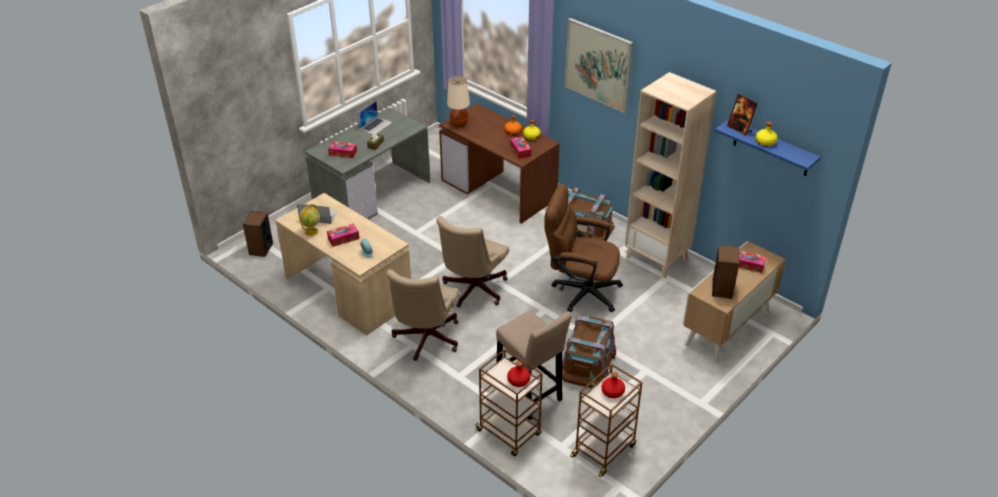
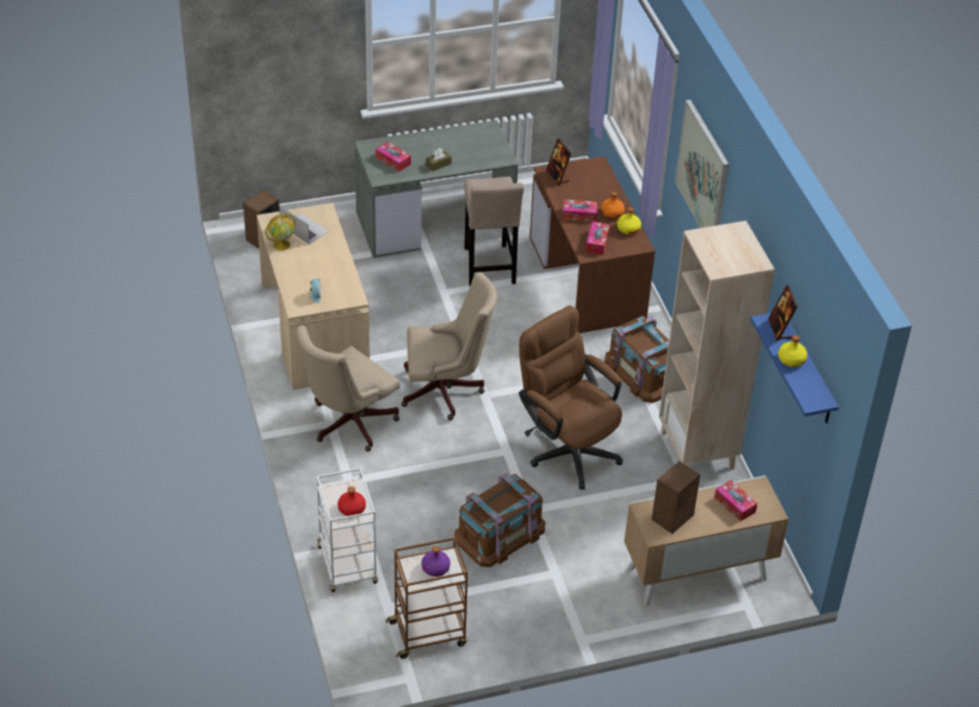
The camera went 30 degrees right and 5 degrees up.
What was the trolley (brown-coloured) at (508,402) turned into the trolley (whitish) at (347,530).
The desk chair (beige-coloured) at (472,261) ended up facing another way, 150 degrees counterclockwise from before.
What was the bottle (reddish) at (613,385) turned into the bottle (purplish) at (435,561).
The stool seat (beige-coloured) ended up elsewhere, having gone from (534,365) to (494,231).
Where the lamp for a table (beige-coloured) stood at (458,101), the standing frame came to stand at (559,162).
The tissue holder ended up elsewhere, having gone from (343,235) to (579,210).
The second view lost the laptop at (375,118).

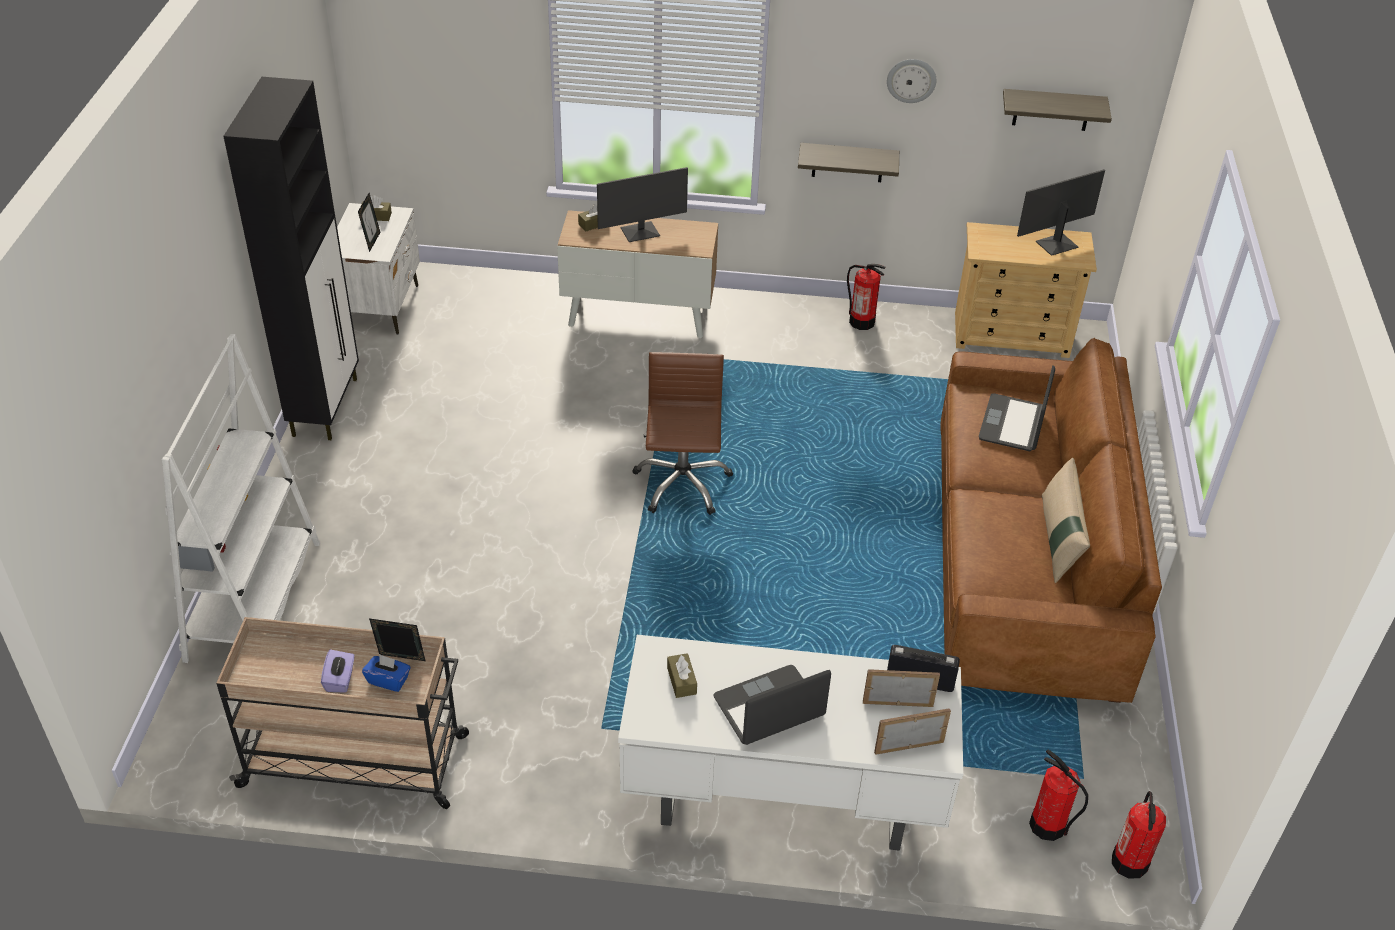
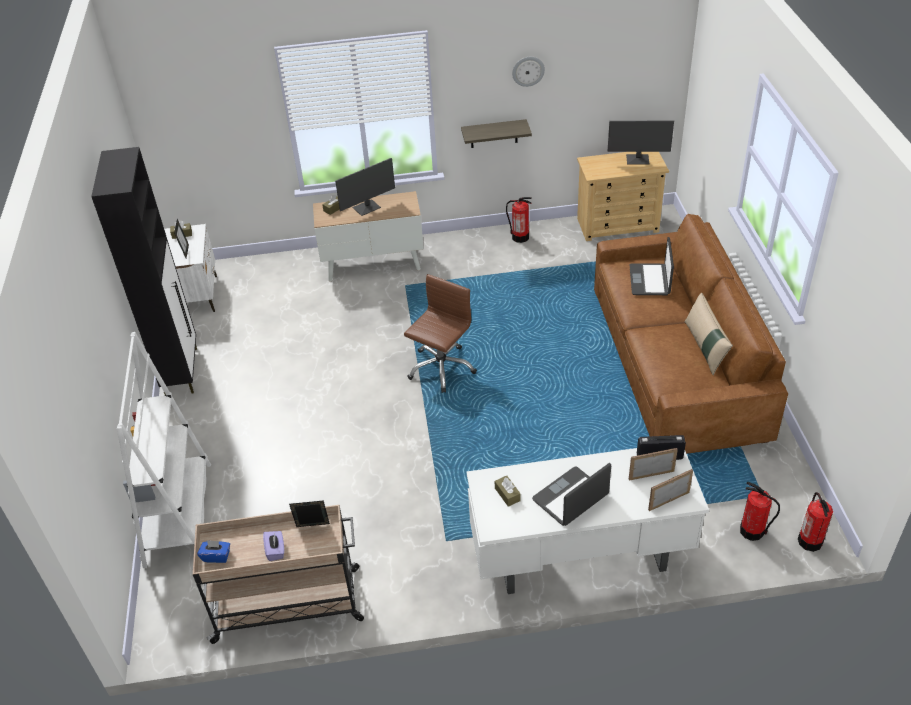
The camera went 10 degrees left and 0 degrees up.
The tissue holder (bluish) ended up elsewhere, having gone from (386,673) to (213,551).
The desk chair (brown-coloured) at (682,433) ended up facing another way, 45 degrees clockwise from before.
The computer display at (1061,212) ended up facing another way, 135 degrees counterclockwise from before.
The second view lost the wall shelf at (1057,110).

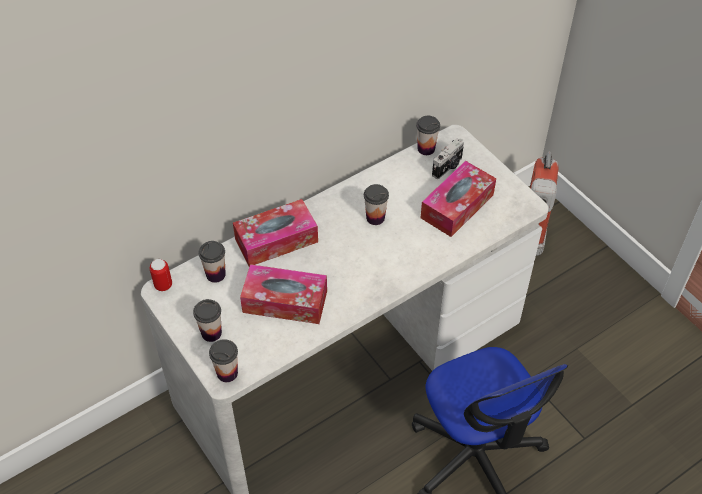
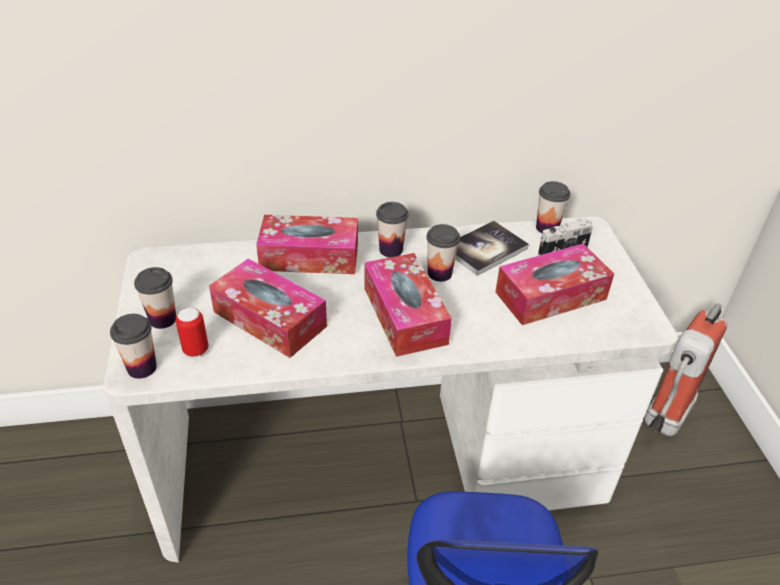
The camera went 25 degrees right and 10 degrees down.
The sealed can ended up elsewhere, having gone from (161,275) to (192,332).
The second view gained the tissue holder at (408,305).
The drinking cup ended up elsewhere, having gone from (212,262) to (392,229).
The second view gained the volume at (492,248).

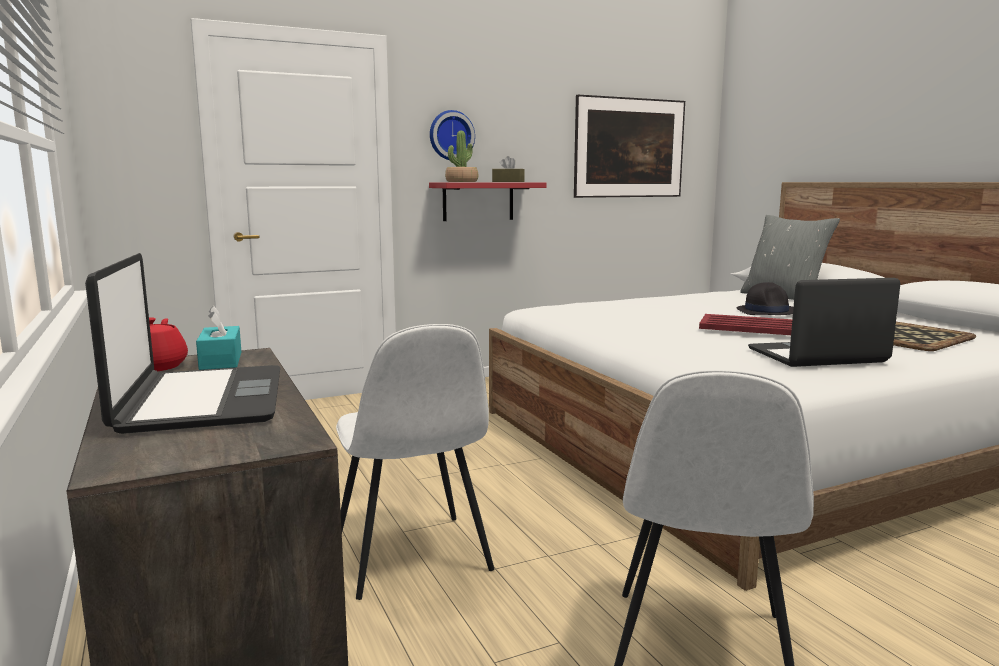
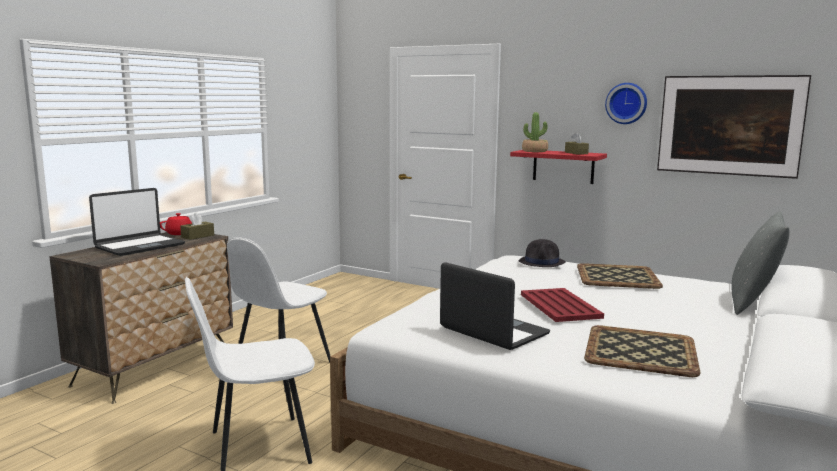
The camera went 55 degrees right and 0 degrees up.
What was the tissue holder (turquoise-coloured) at (218,338) turned into the tissue holder (brown-coloured) at (197,226).
The clothing hat (blackish) ended up elsewhere, having gone from (764,298) to (542,253).
The second view gained the tray at (620,276).
The clock on the wall ended up elsewhere, having gone from (452,135) to (626,103).

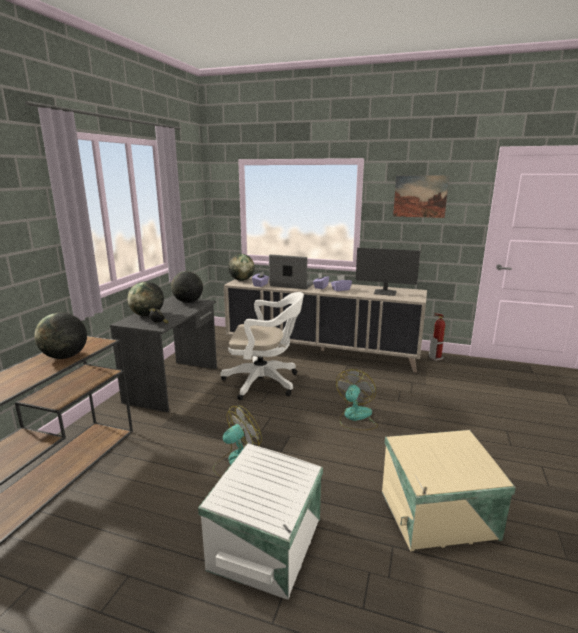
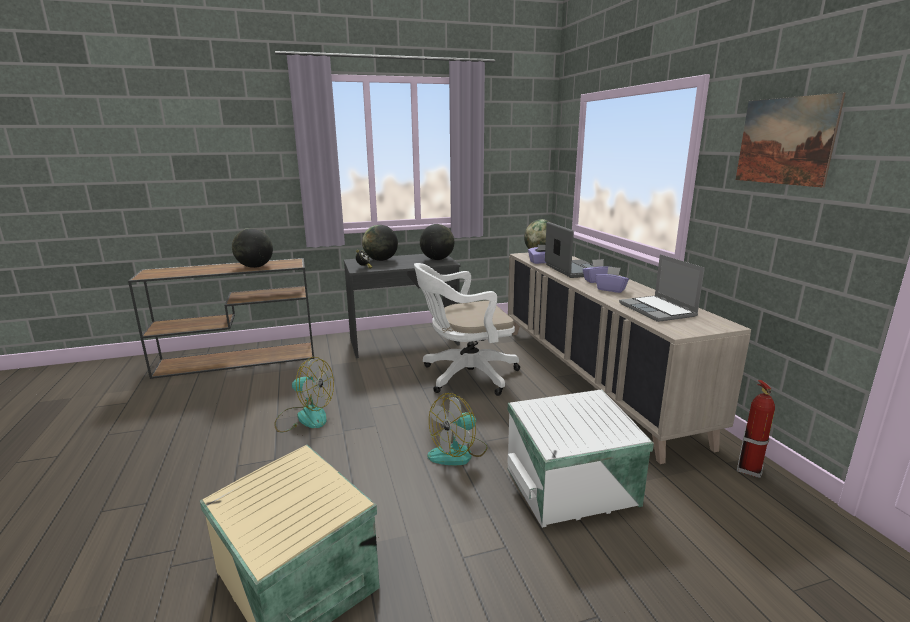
The camera went 55 degrees right and 0 degrees up.
The desk chair (whitish) at (262,346) ended up facing another way, 105 degrees clockwise from before.
The electric fan at (357,399) ended up facing another way, 150 degrees clockwise from before.
The storage container (whitish) ended up elsewhere, having gone from (260,521) to (580,458).
Where the computer display stood at (388,272), the laptop came to stand at (662,288).

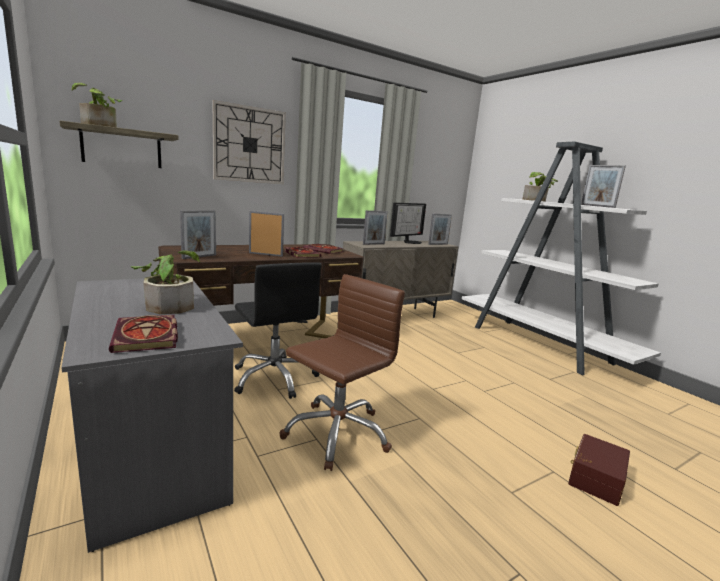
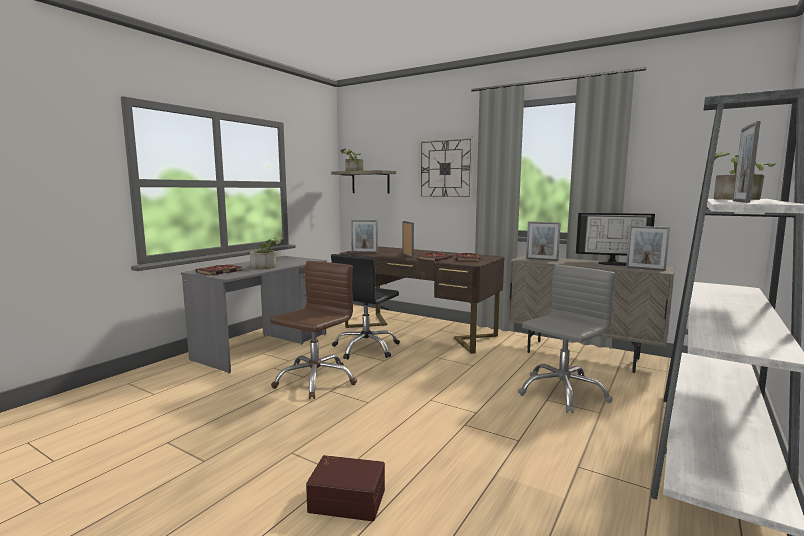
The camera went 65 degrees right and 5 degrees down.
The desk chair (brown-coloured) at (342,372) ended up facing another way, 75 degrees counterclockwise from before.
The second view gained the desk chair (greyish) at (566,339).

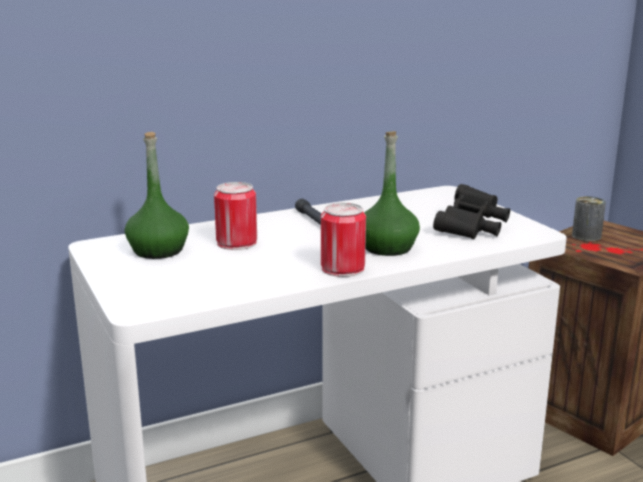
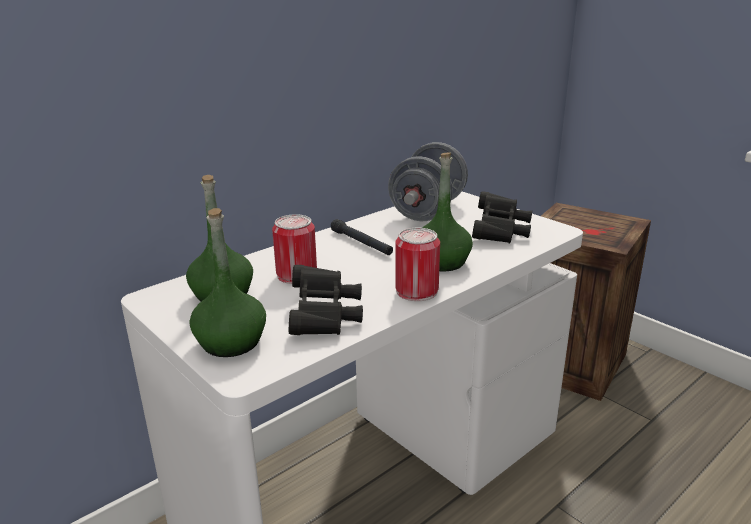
The camera went 15 degrees left and 5 degrees up.
The second view gained the bottle (greenish) at (227,282).
The second view gained the binoculars (blackish) at (325,300).
The second view gained the hand weight (greyish) at (428,181).
The second view lost the sealed can at (589,218).

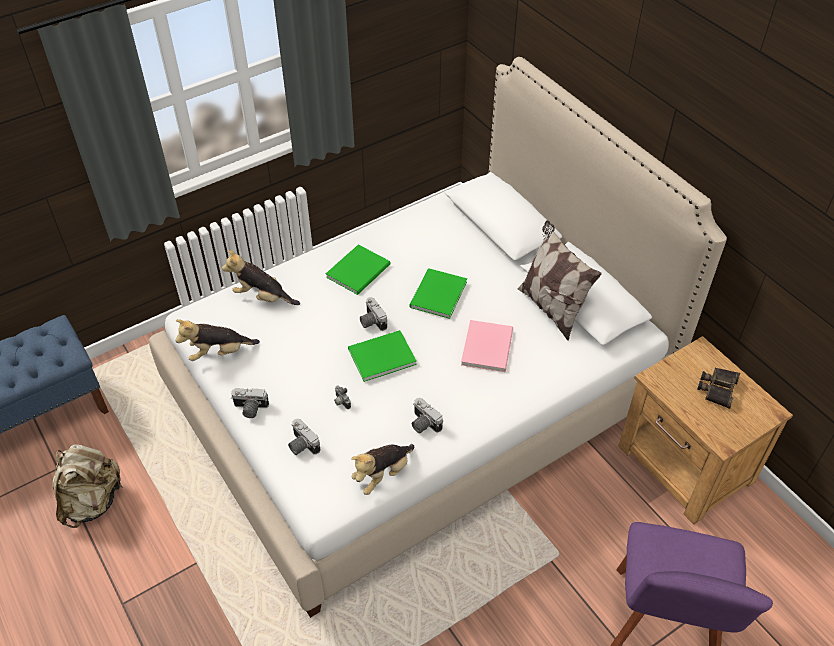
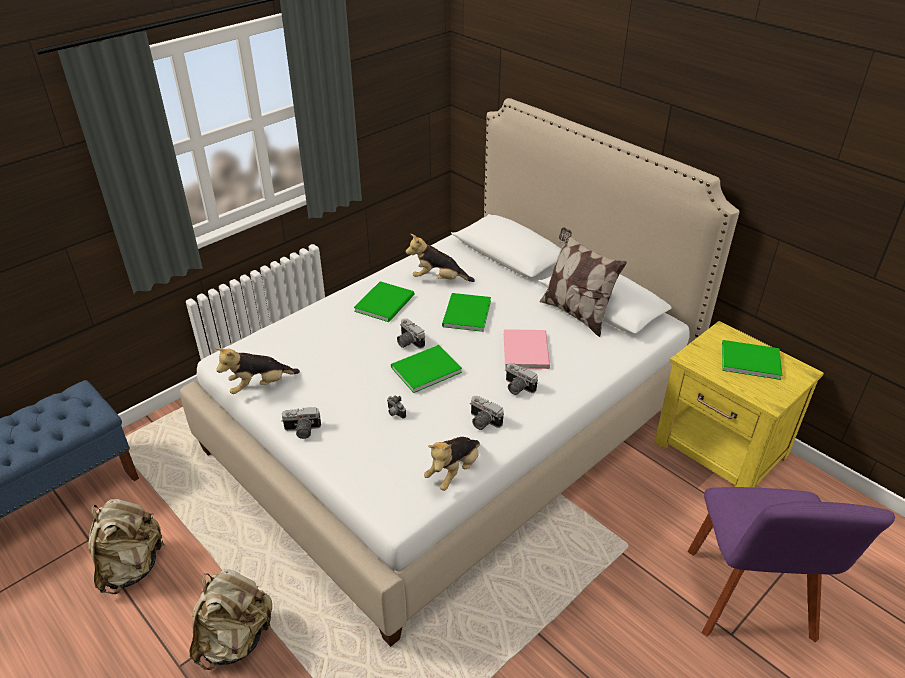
The camera went 10 degrees left and 10 degrees down.
The second view gained the rucksack (beige-coloured) at (231,619).
The cuddly toy ended up elsewhere, having gone from (261,277) to (440,258).
The photo camera ended up elsewhere, having gone from (304,437) to (521,379).
What was the night table (brown-coloured) at (705,430) turned into the night table (yellow-coloured) at (739,404).
Where the binoculars stood at (718,388), the volume (greenish) came to stand at (752,360).

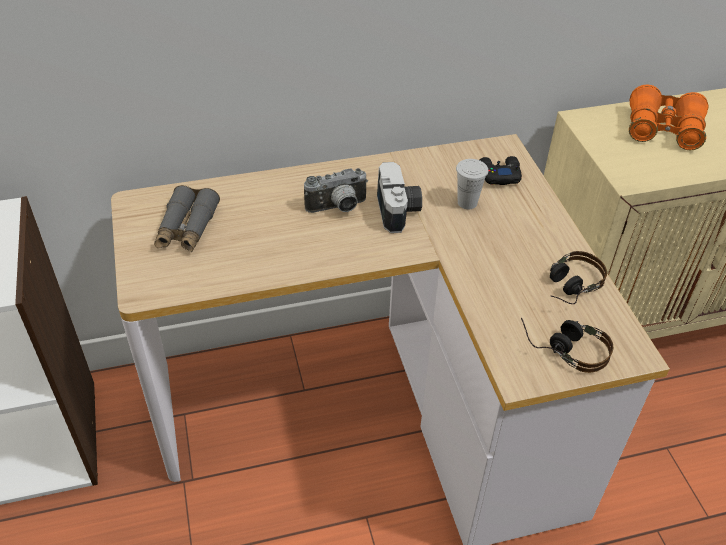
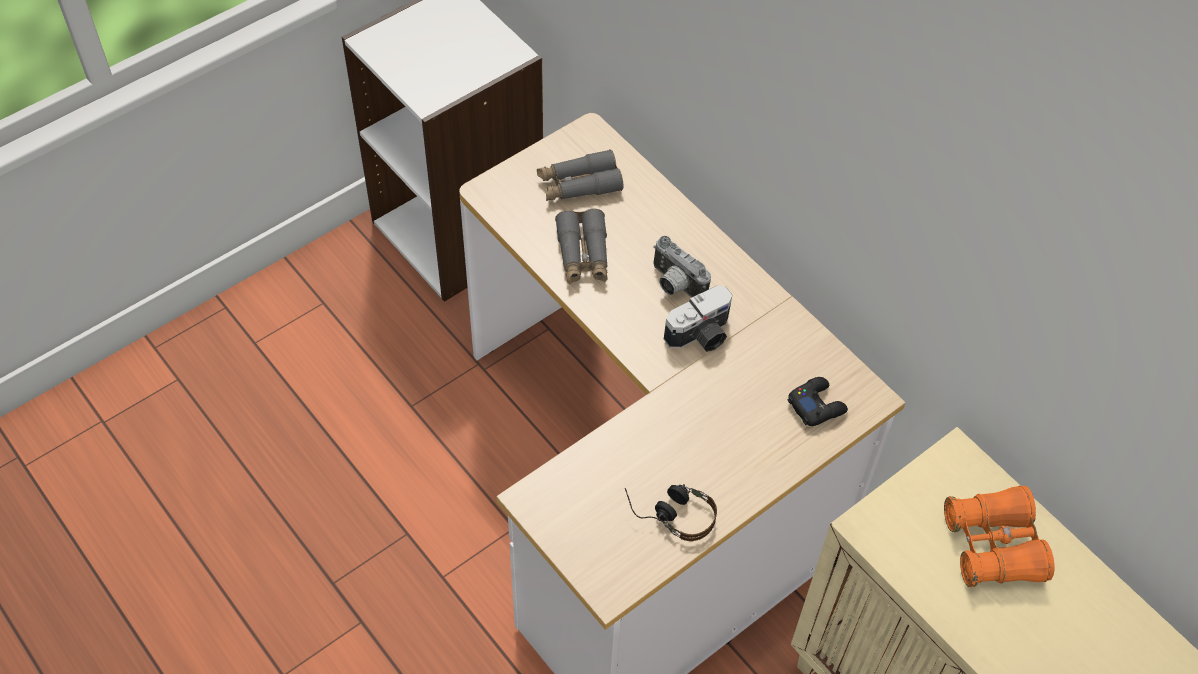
The camera went 65 degrees right and 10 degrees up.
The second view gained the binoculars (greyish) at (581,246).
The second view lost the drinking cup (whitish) at (472,184).
The second view lost the headphones at (567,345).

